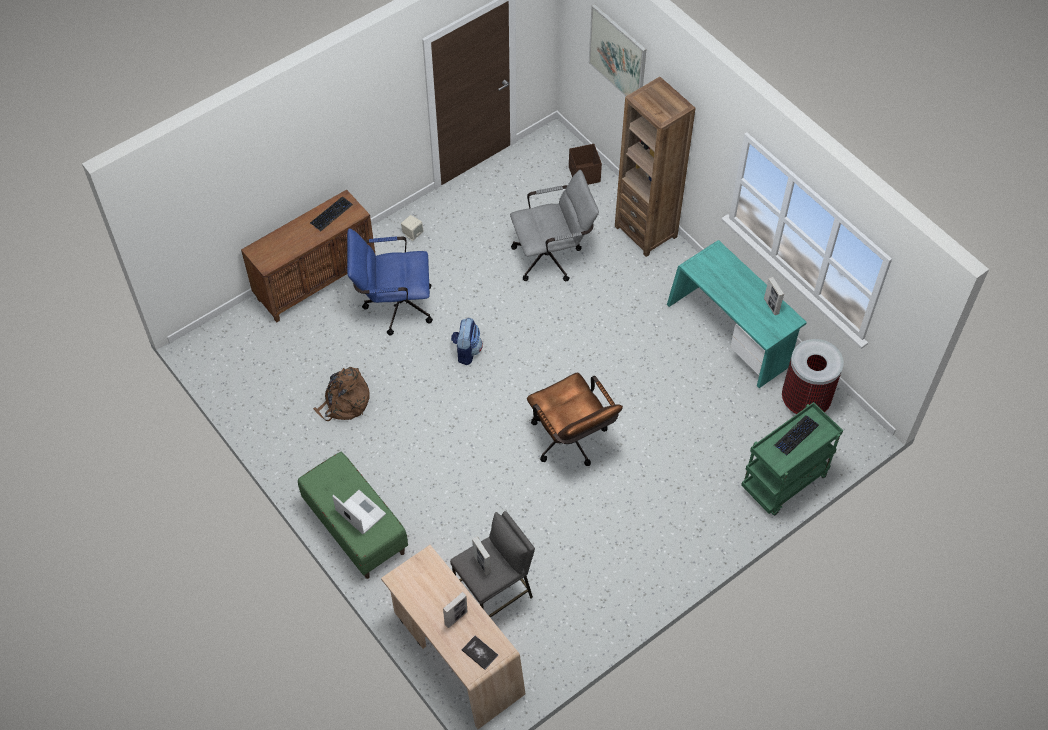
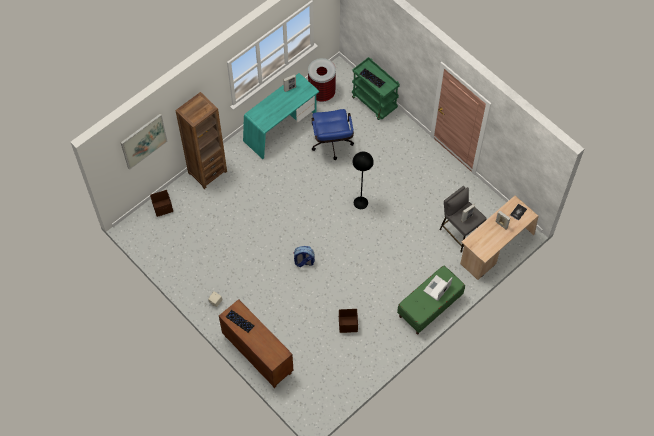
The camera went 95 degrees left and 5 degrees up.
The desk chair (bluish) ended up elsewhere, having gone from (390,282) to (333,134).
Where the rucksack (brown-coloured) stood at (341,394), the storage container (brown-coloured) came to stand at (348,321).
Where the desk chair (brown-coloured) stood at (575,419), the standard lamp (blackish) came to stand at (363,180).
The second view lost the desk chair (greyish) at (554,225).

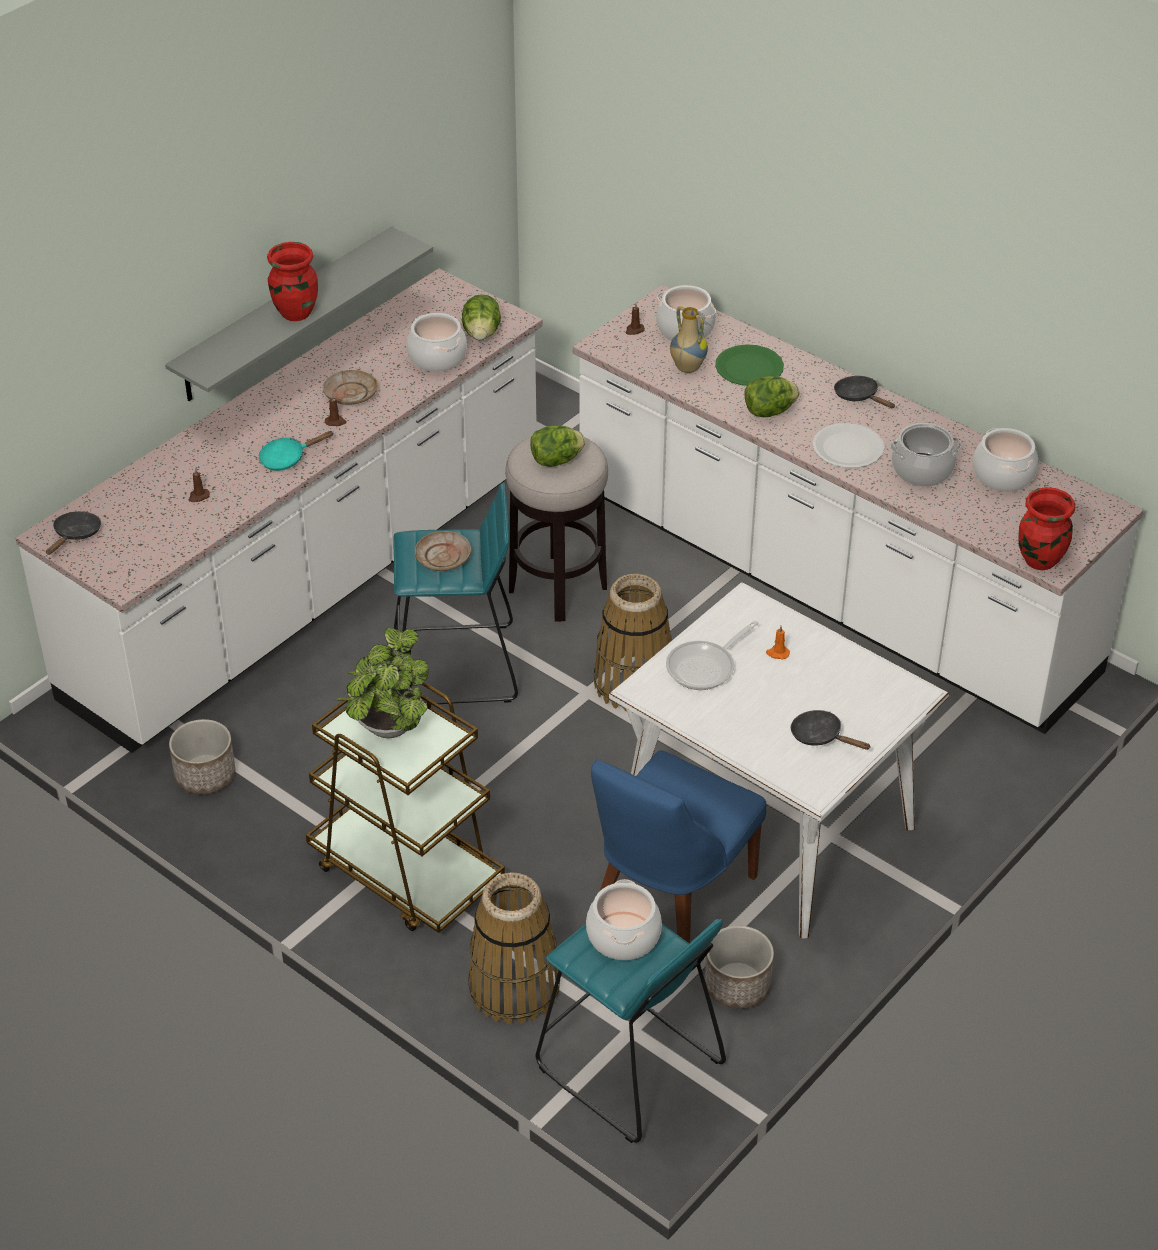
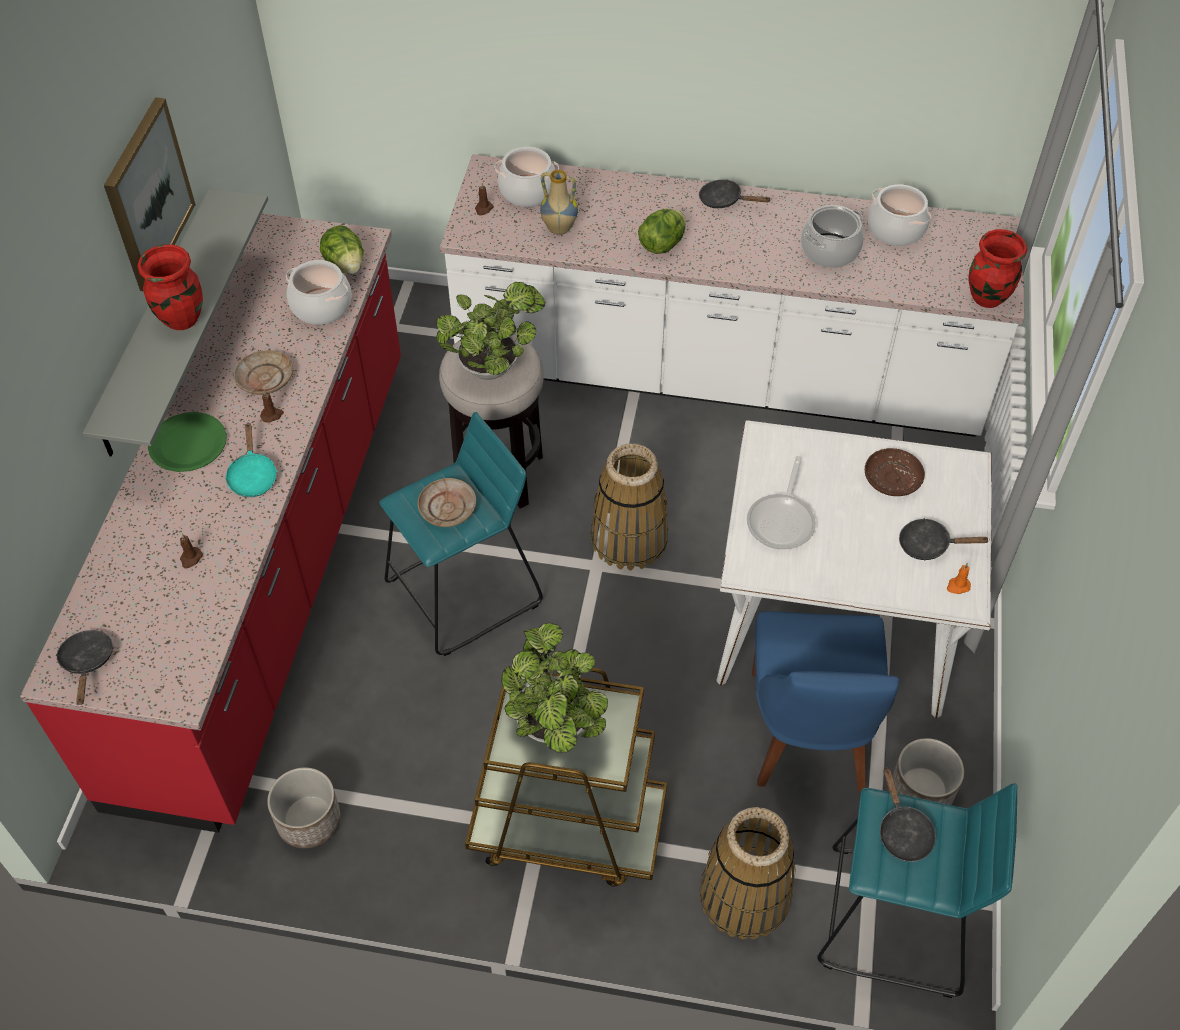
The camera went 30 degrees left and 10 degrees up.
What was the kitchen base unit (whitish) at (278,510) turned into the kitchen base unit (reddish) at (210,523).
The second view gained the wall art at (150,194).
The plate (greenish) ended up elsewhere, having gone from (749,365) to (187,442).
The frying pan (turquoise-coloured) at (296,451) ended up facing another way, 45 degrees counterclockwise from before.
Where the lettuce head stood at (557,446), the potted plant came to stand at (491,331).
The second view gained the plate (brown-coloured) at (895,472).
Where the cooking pot stood at (624,919), the frying pan (blackish) came to stand at (908,814).
The candle (orange) ended up elsewhere, having gone from (778,642) to (959,578).
The second view lost the plate (whitish) at (848,445).

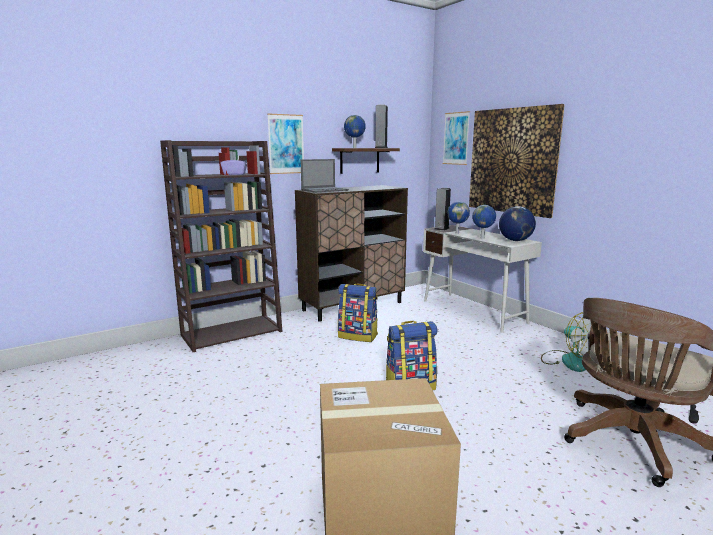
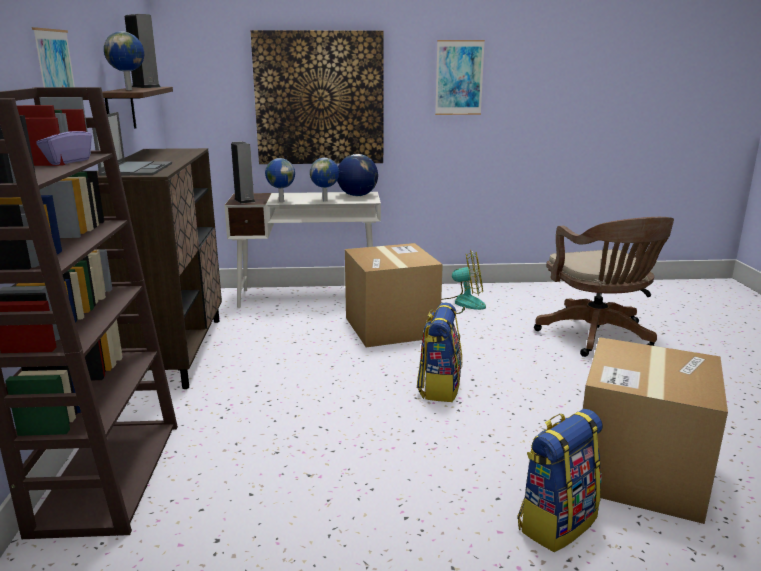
The camera went 60 degrees left and 5 degrees up.
The second view gained the packing box at (394,295).
The wall art ended up elsewhere, having gone from (456,138) to (460,77).
The rucksack ended up elsewhere, having gone from (358,312) to (560,480).

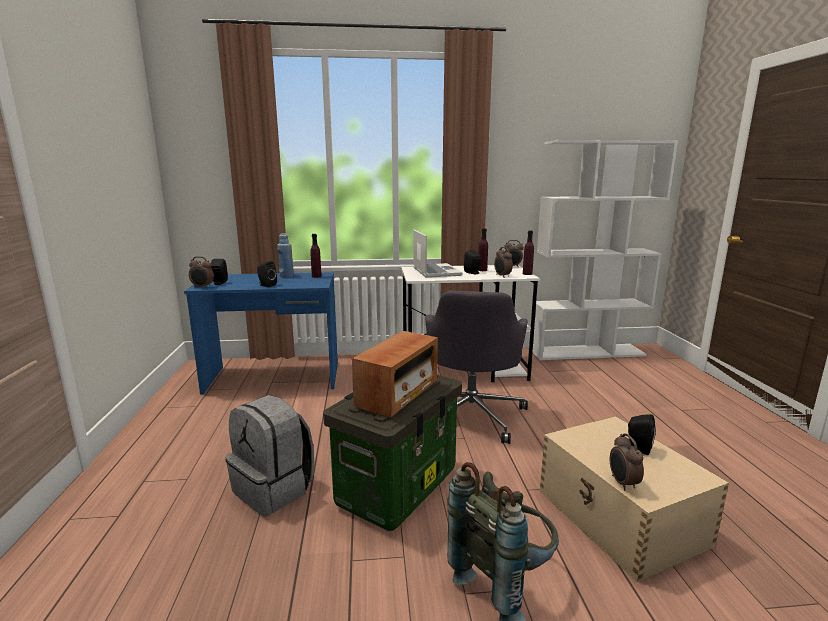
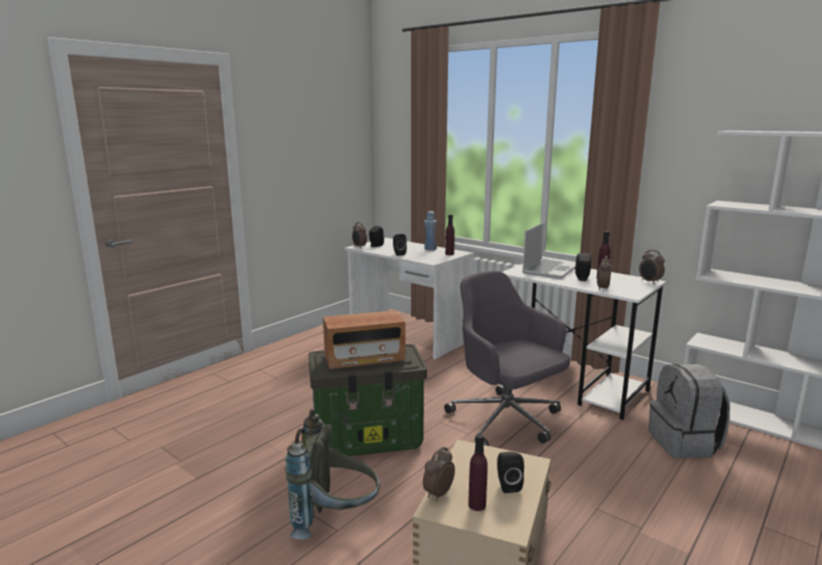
The camera went 45 degrees right and 0 degrees up.
What was the desk unit (bluish) at (261,333) turned into the desk unit (whitish) at (409,298).
The desk chair (greyish) at (476,367) ended up facing another way, 90 degrees clockwise from before.
The bottle (purplish) ended up elsewhere, having gone from (528,253) to (478,472).
The rucksack (greyish) ended up elsewhere, having gone from (269,455) to (689,411).

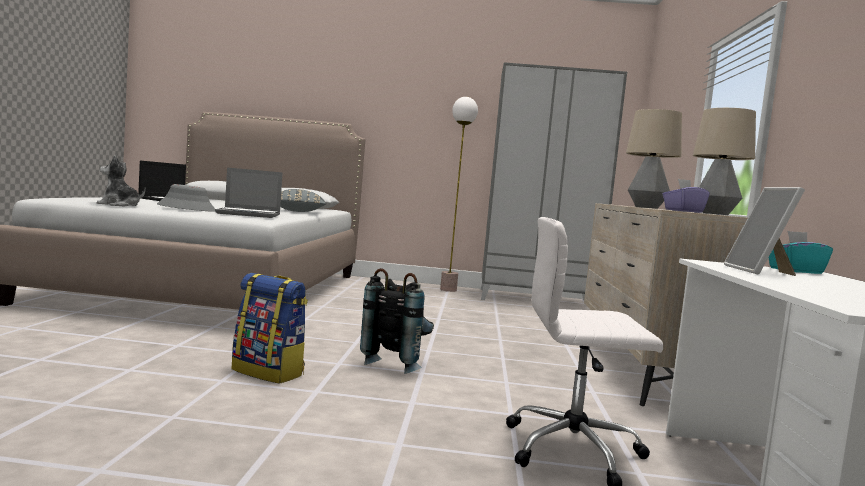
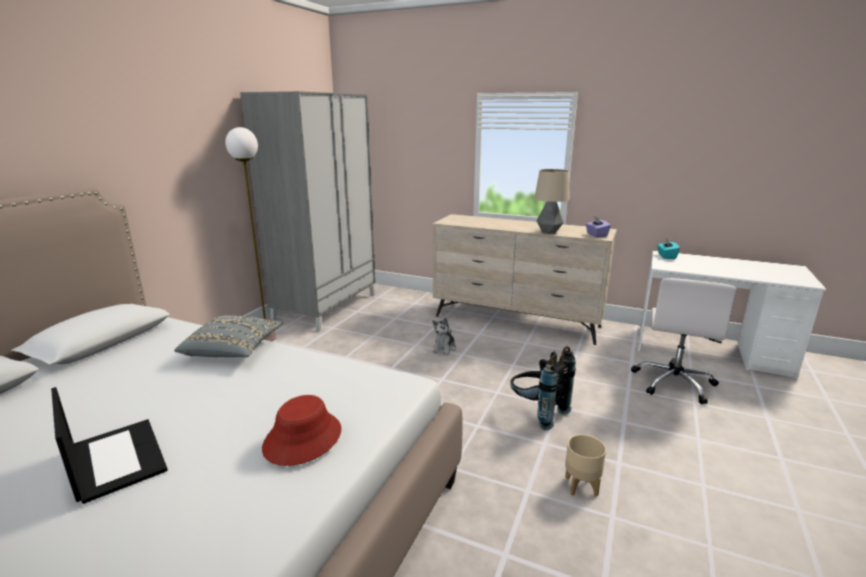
The camera went 70 degrees left and 15 degrees up.
What was the clothing hat (greyish) at (186,198) turned into the clothing hat (reddish) at (301,430).
The cuddly toy ended up elsewhere, having gone from (121,180) to (444,336).
Where the rucksack stood at (269,328), the flower pot (beige-coloured) came to stand at (585,465).
The second view lost the laptop at (249,192).
The second view lost the lamp for a table at (724,161).
The second view lost the standing frame at (764,231).

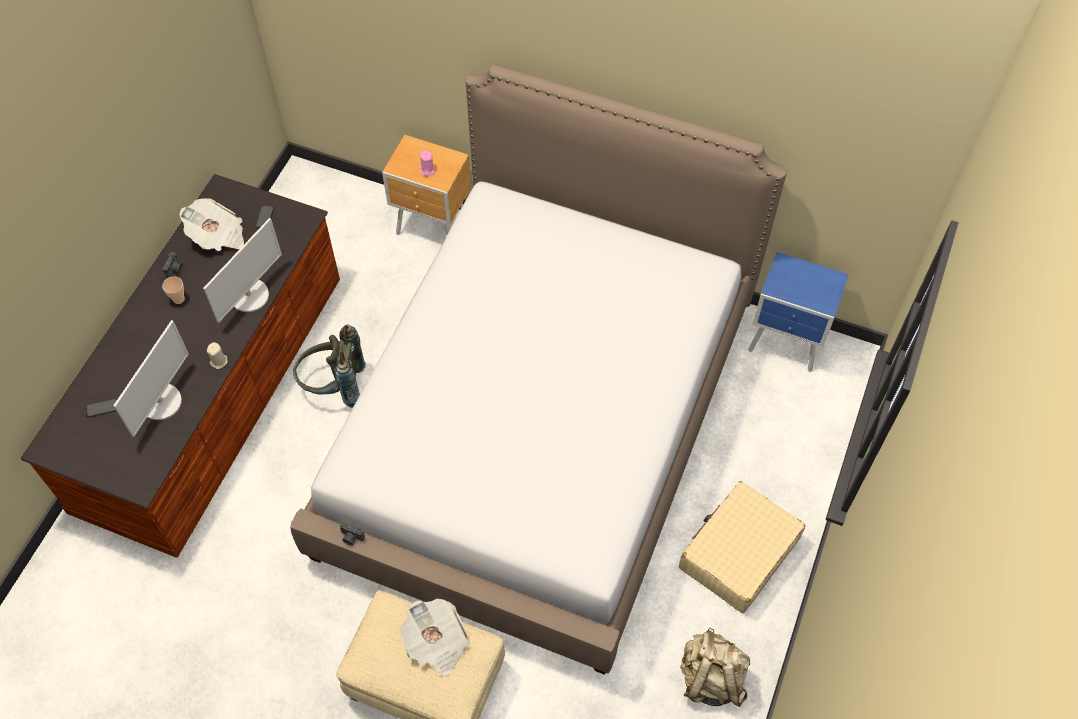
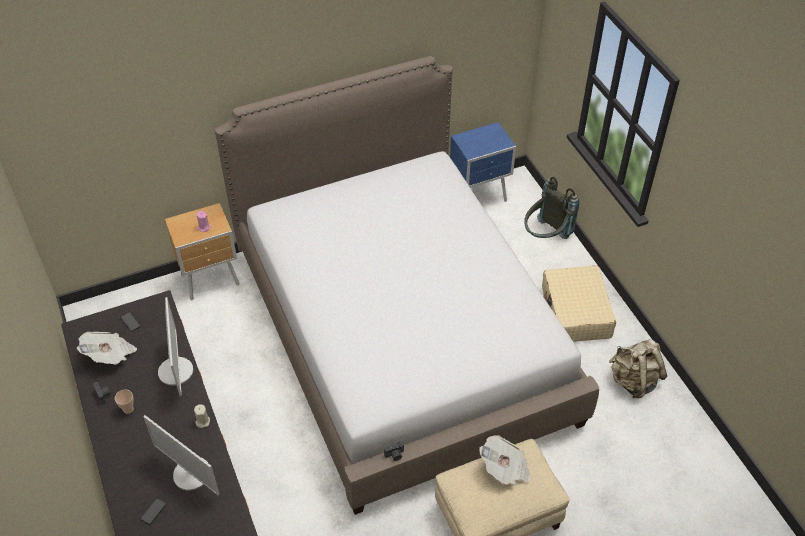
The camera went 45 degrees left and 10 degrees down.
The computer display at (151,378) ended up facing another way, 150 degrees clockwise from before.
The rucksack (greyish) ended up elsewhere, having gone from (329,366) to (552,208).

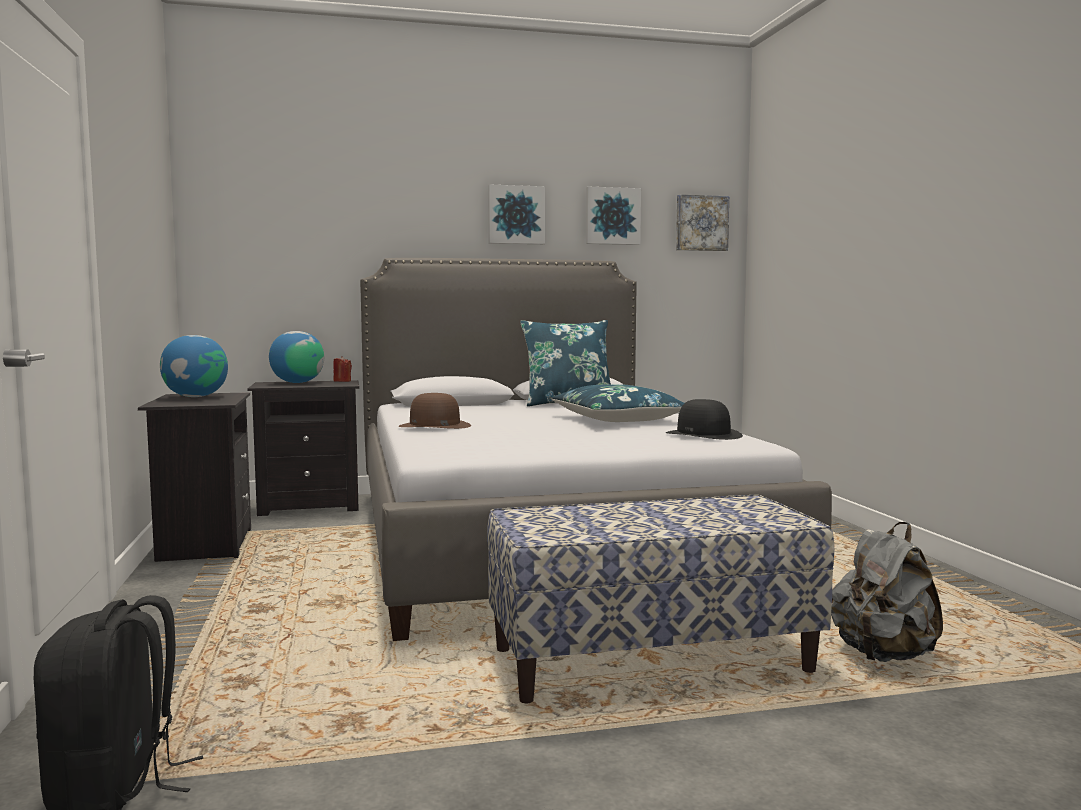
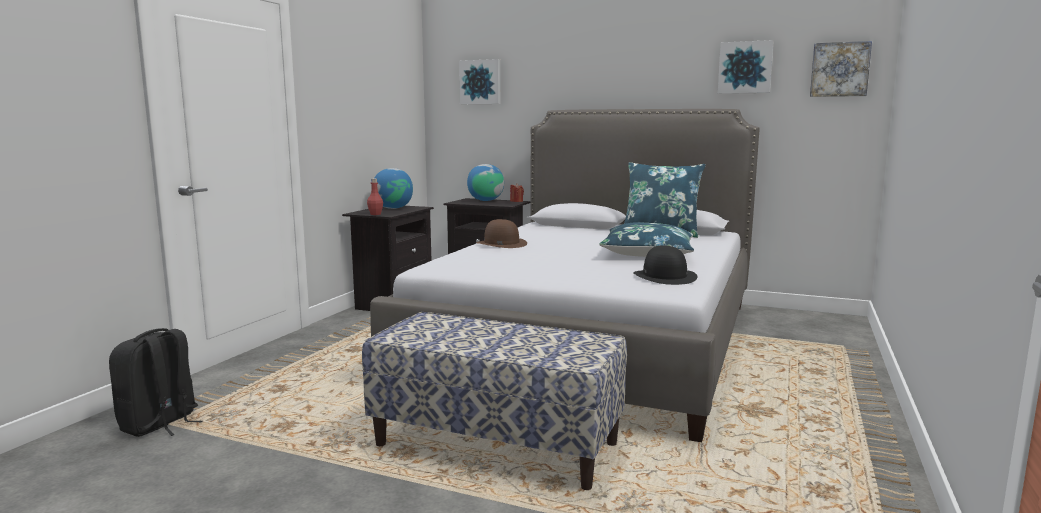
The camera went 35 degrees right and 5 degrees up.
The second view gained the bottle (reddish) at (375,197).
The wall art ended up elsewhere, having gone from (516,214) to (479,81).
The second view lost the rucksack (greyish) at (887,592).

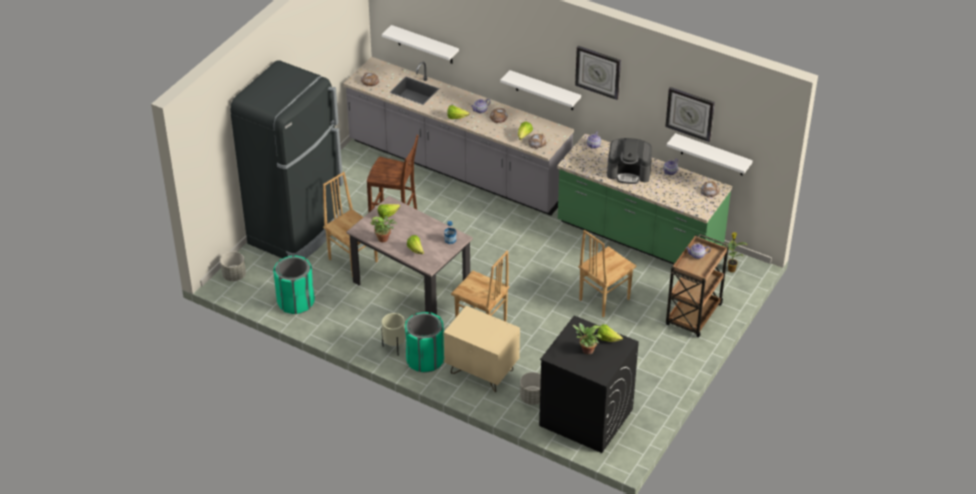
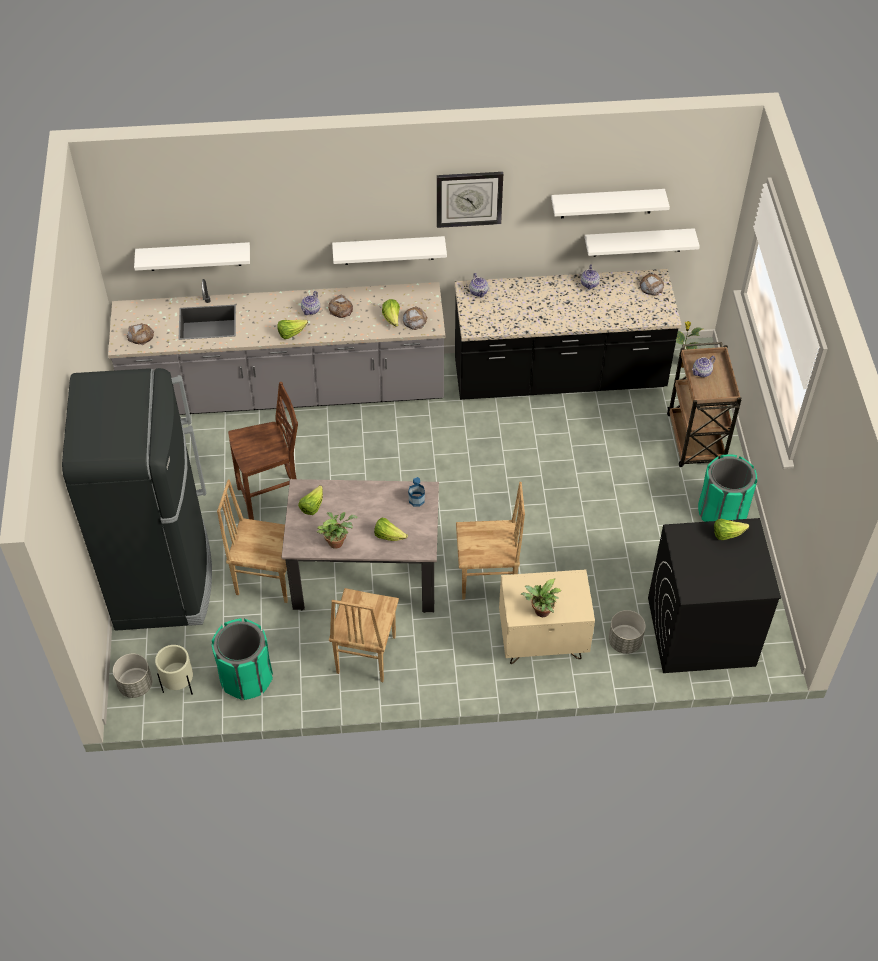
The camera went 35 degrees left and 10 degrees up.
The flower pot (beige-coloured) ended up elsewhere, having gone from (393,334) to (174,670).
The chair (brown-coloured) ended up elsewhere, having gone from (607,273) to (364,635).
What was the kitchen base unit (greenish) at (644,199) turned into the kitchen base unit (blackish) at (568,334).
The potted plant ended up elsewhere, having gone from (587,338) to (541,598).
Where the clock on the wall hung at (690,114), the wall shelf (whitish) came to hang at (610,203).
The rubbish bin (greenish) ended up elsewhere, having gone from (424,342) to (727,488).
The second view lost the coffee maker at (629,161).

